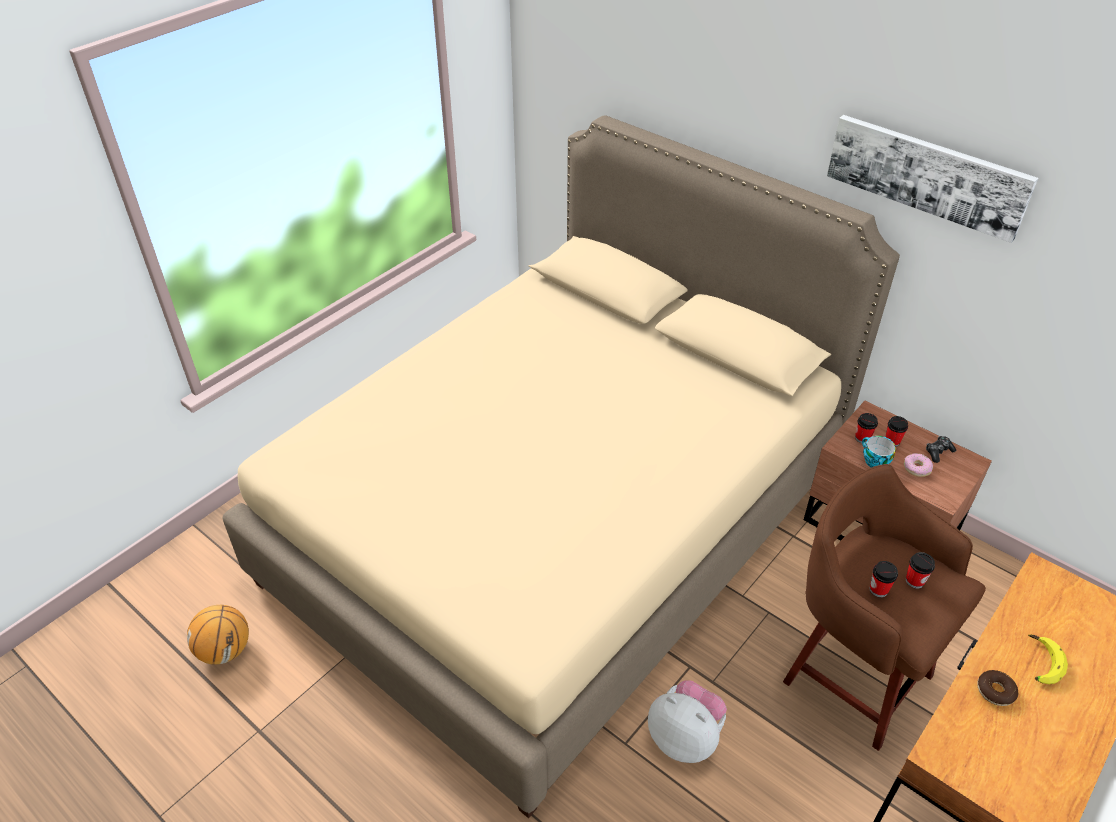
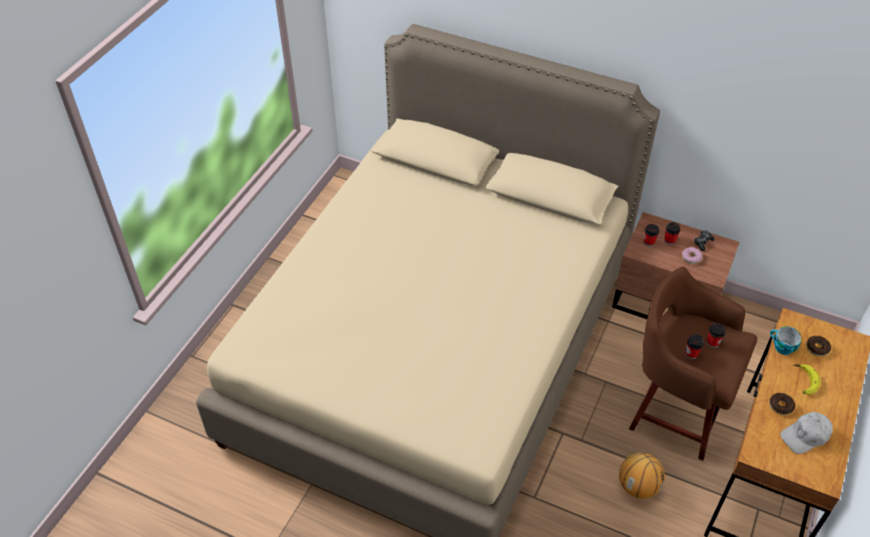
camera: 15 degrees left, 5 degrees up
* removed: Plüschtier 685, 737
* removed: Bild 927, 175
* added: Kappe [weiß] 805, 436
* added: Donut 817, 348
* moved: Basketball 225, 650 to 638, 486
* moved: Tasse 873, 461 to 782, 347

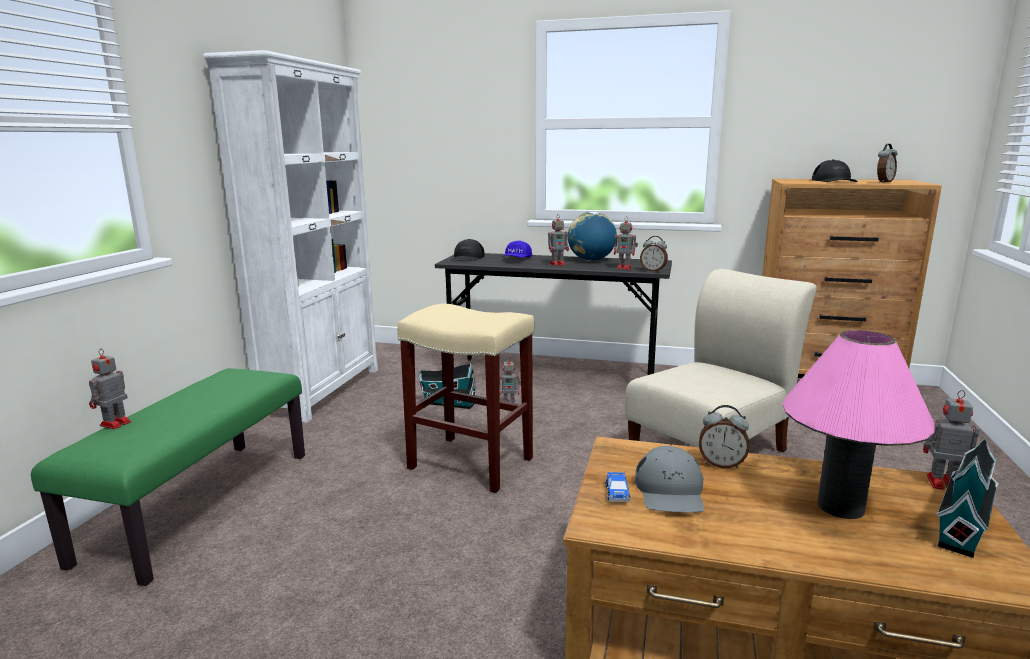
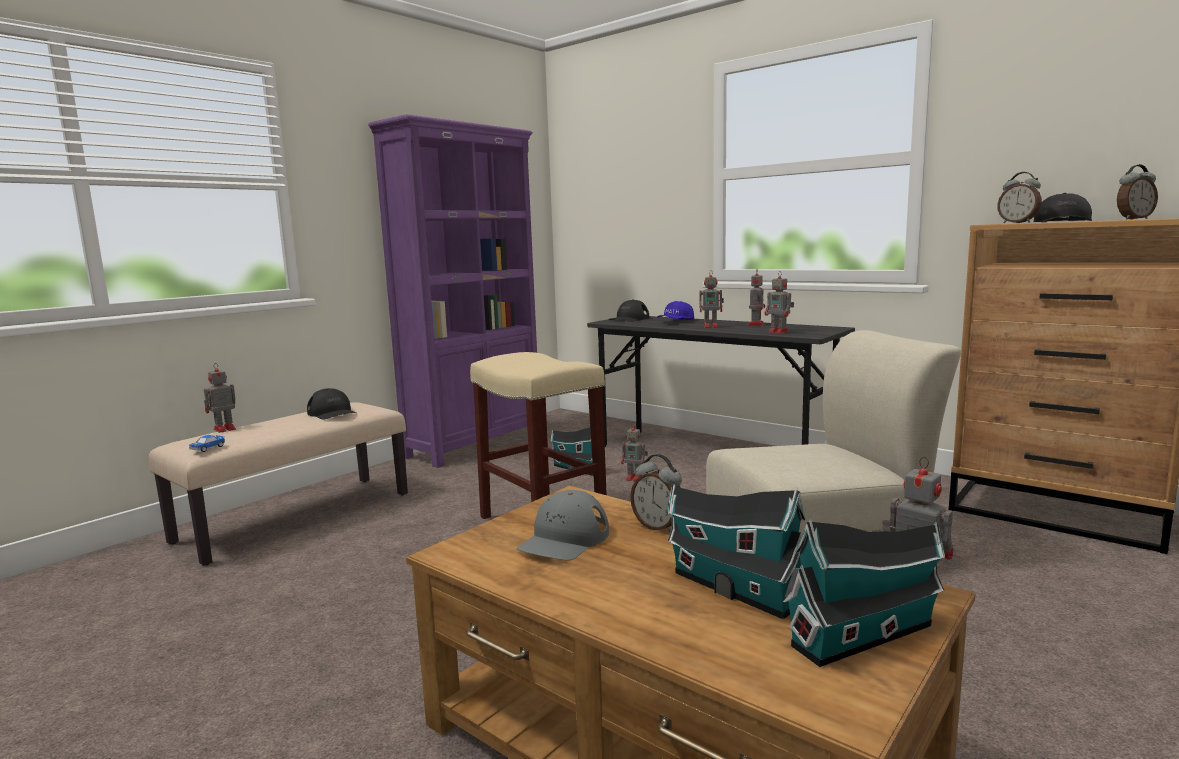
camera: 25 degrees right, 5 degrees down
* added: Kappe [schwarz] 332, 413
* moved: Spielzeugauto 617, 493 to 208, 448
* moved: Wecker 653, 270 to 1018, 223
* replaced: Globus 591, 260 to Spielzeugroboter 756, 324
* replaced: Tischlampe [rosa] 840, 507 to Spielzeughaus 731, 586
* recoloured: Bank [grün] 200, 504 to Bank [beige] 296, 516
* recoloured: Bücherregal [weiß] 322, 391 to Bücherregal [lila] 476, 444

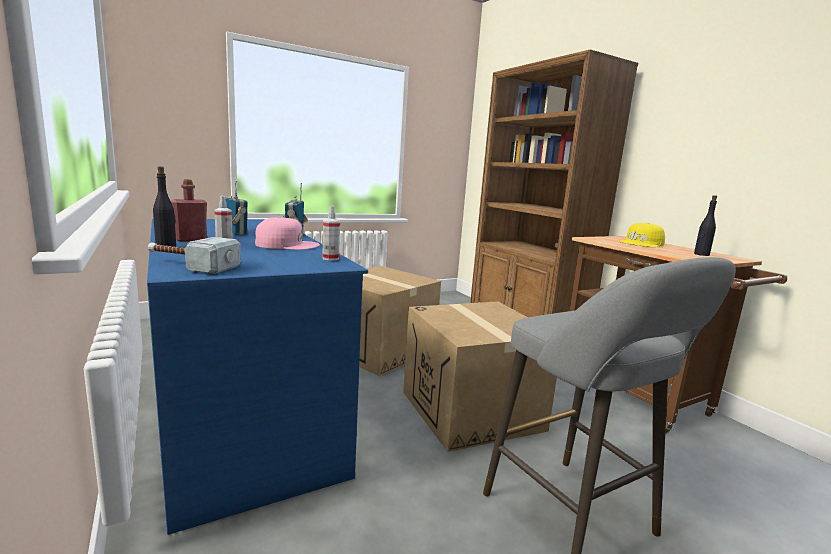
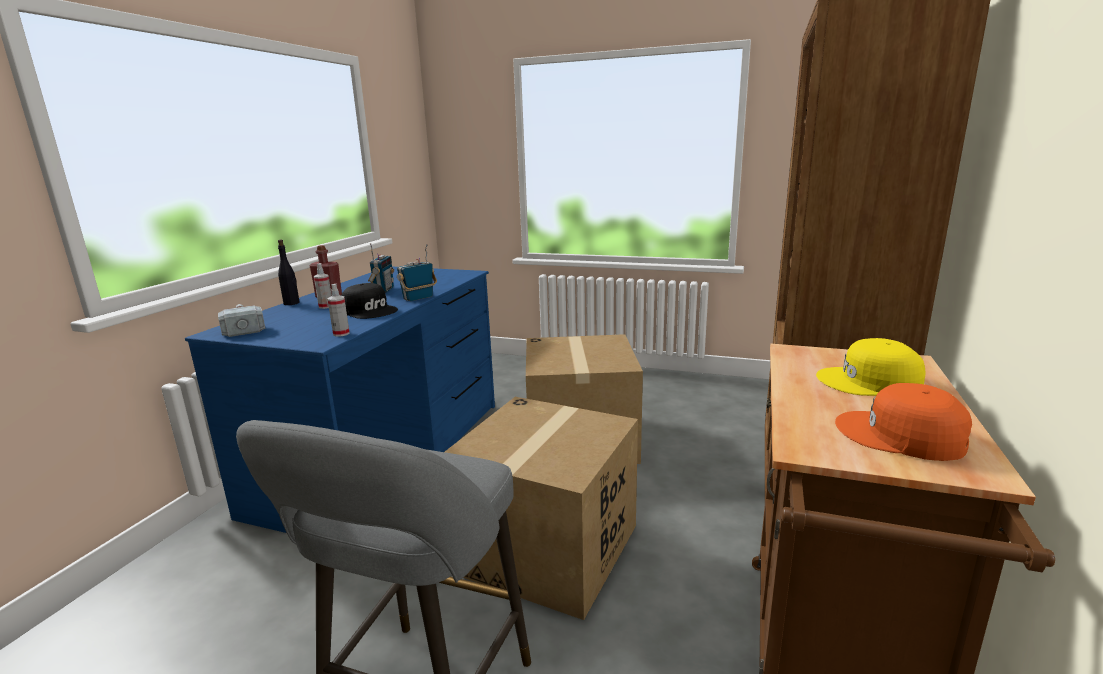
camera: 50 degrees right, 5 degrees up
* replaced: Flasche [schwarz] 701, 254 to Kappe [orange] 900, 436
* recoloured: Kappe [rosa] 286, 245 to Kappe [schwarz] 370, 310

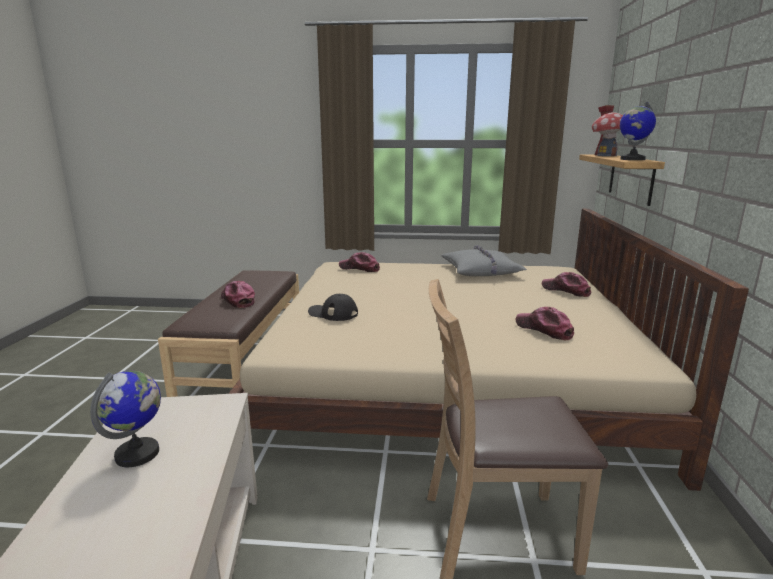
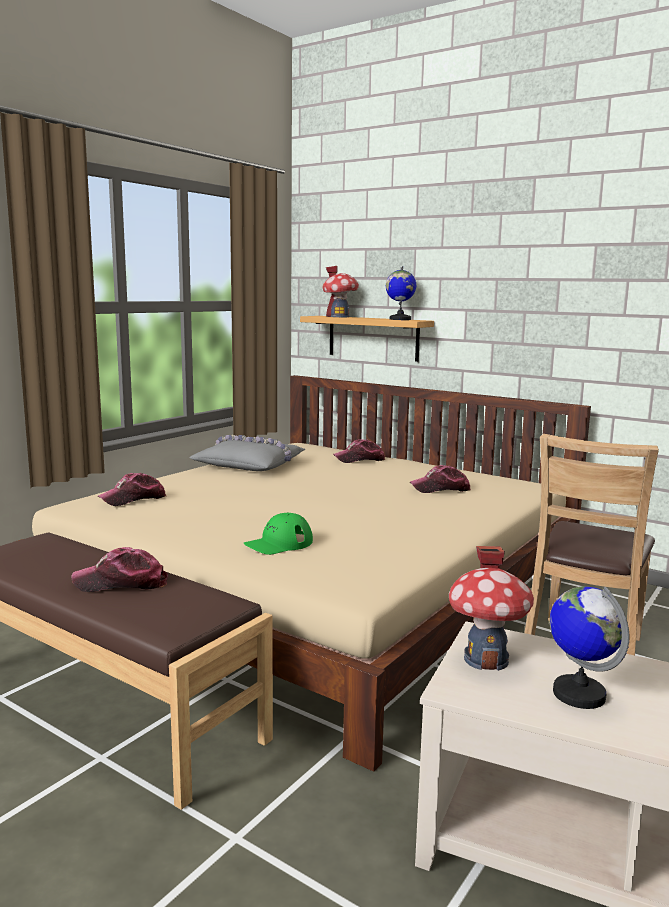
camera: 60 degrees left, 5 degrees down
* added: Spielzeughaus 486, 659
* recoloured: Kappe [schwarz] 333, 313 to Kappe [grün] 278, 543

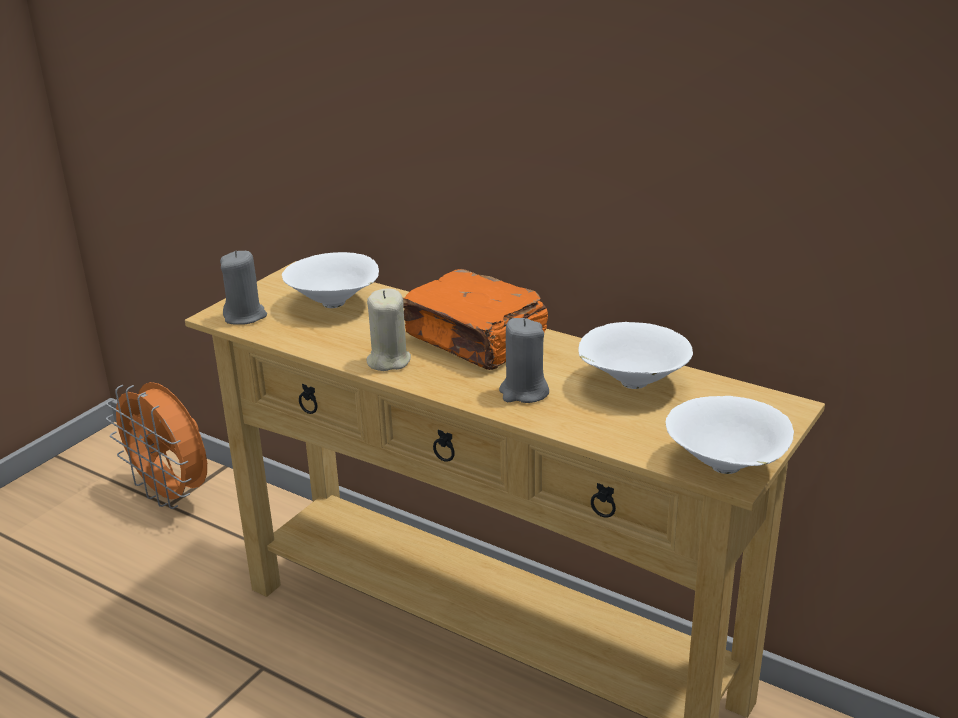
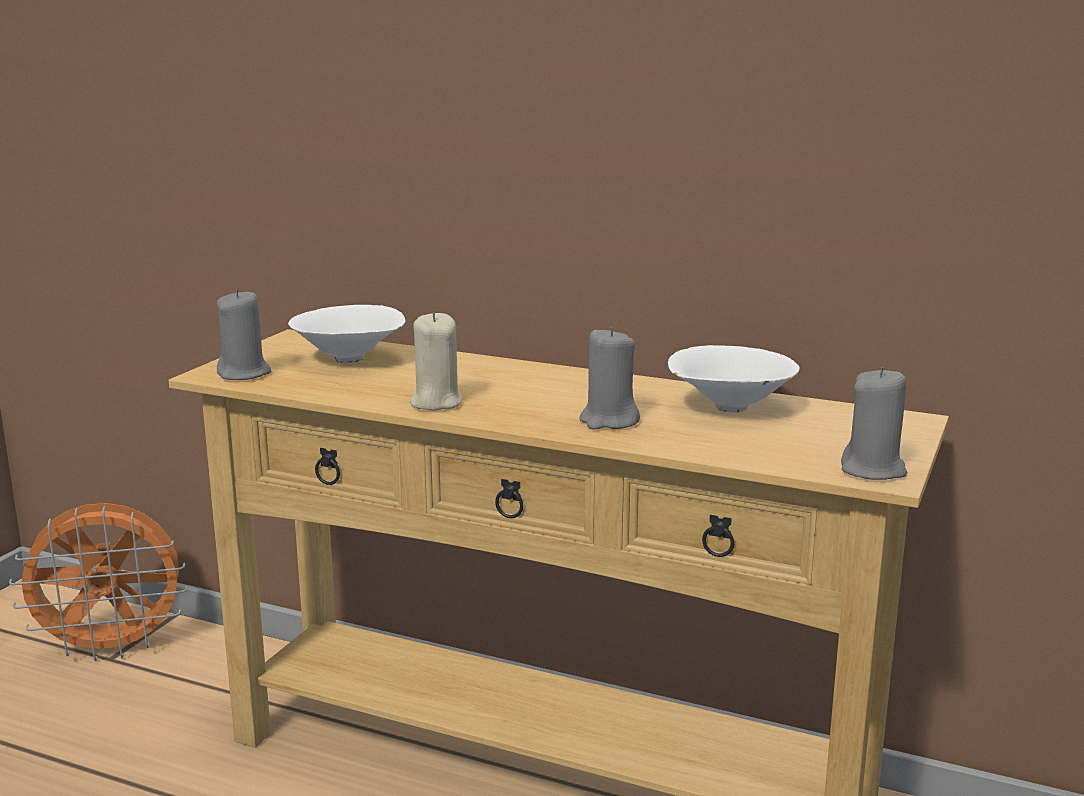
camera: 10 degrees left, 10 degrees down
* removed: Buch [orange] 475, 340
* replaced: Schüssel [weiß] 726, 468 to Kerze [grau] 873, 470
* turned: Ventilator [orange] 172, 495 = 112, 648 45 degrees counterclockwise

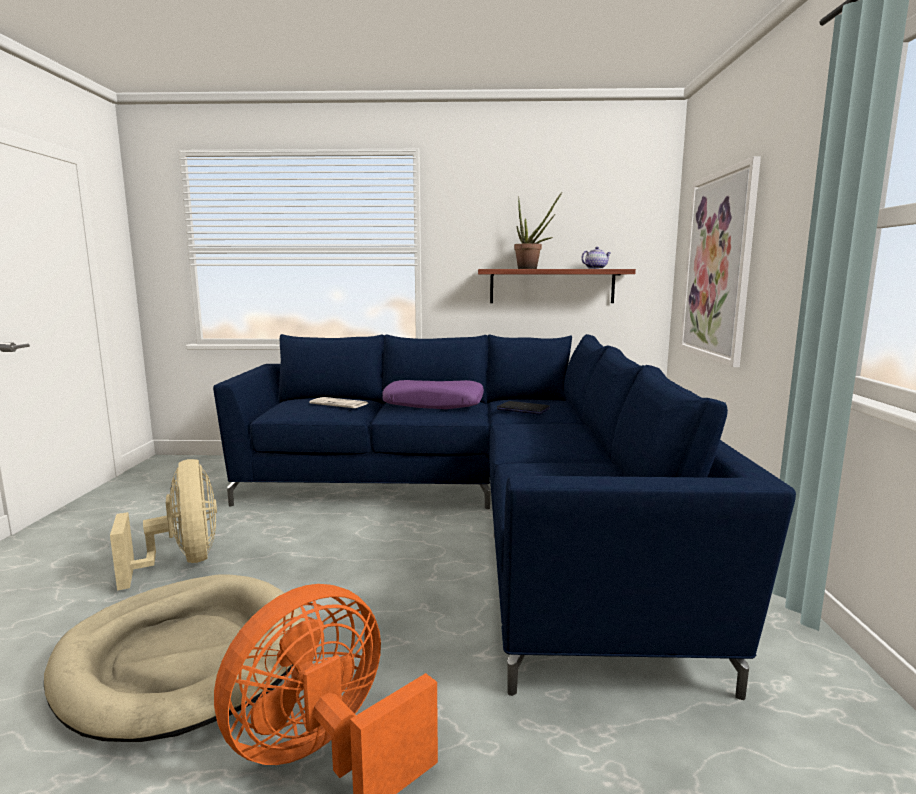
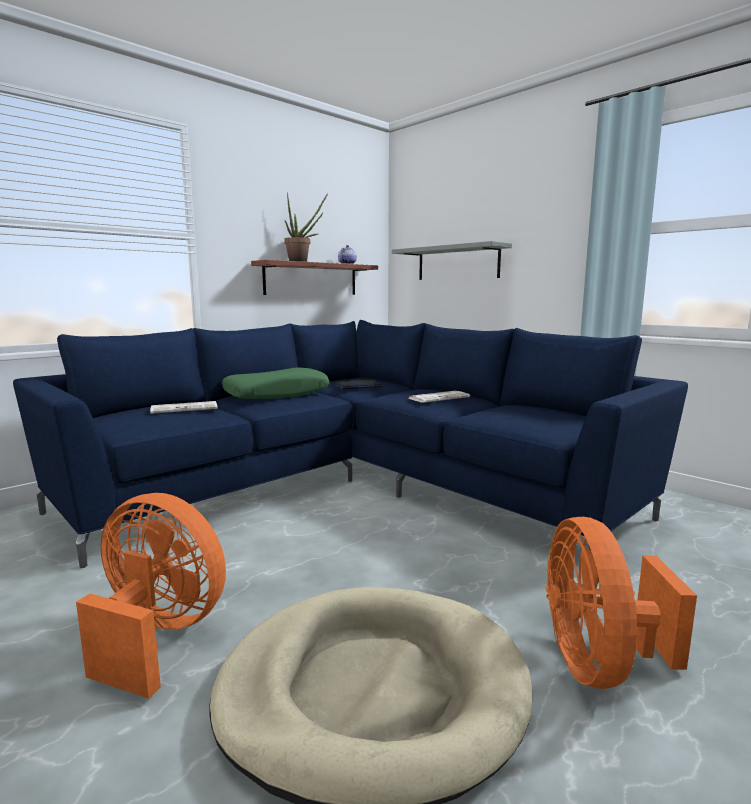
camera: 45 degrees left, 0 degrees up
* added: Zeitung 439, 398
* replaced: Bild 718, 266 to Wandregal [grau] 457, 263
* recoloured: Ventilator [beige] 183, 562 to Ventilator [orange] 158, 635
* recoloured: Kissen [lila] 434, 404 to Kissen [grün] 277, 394

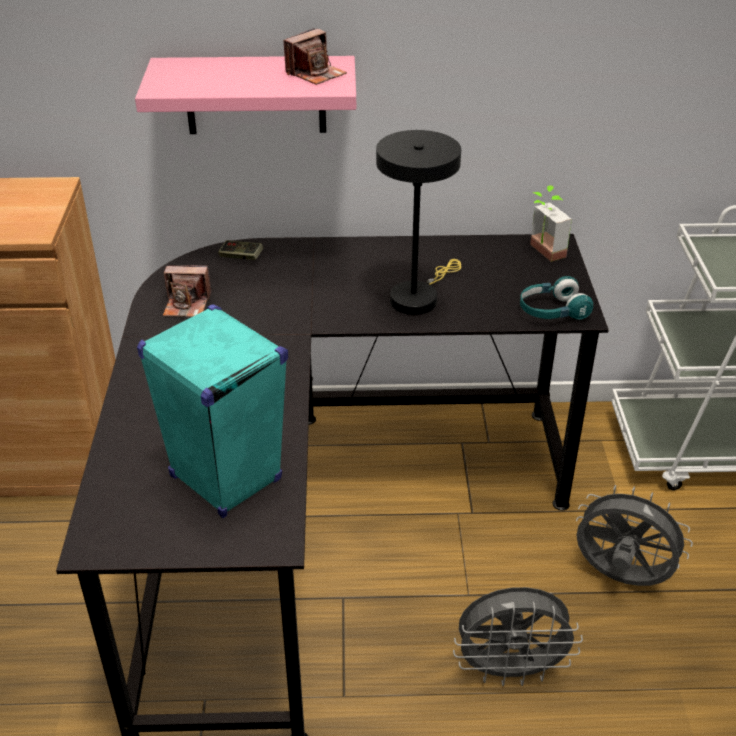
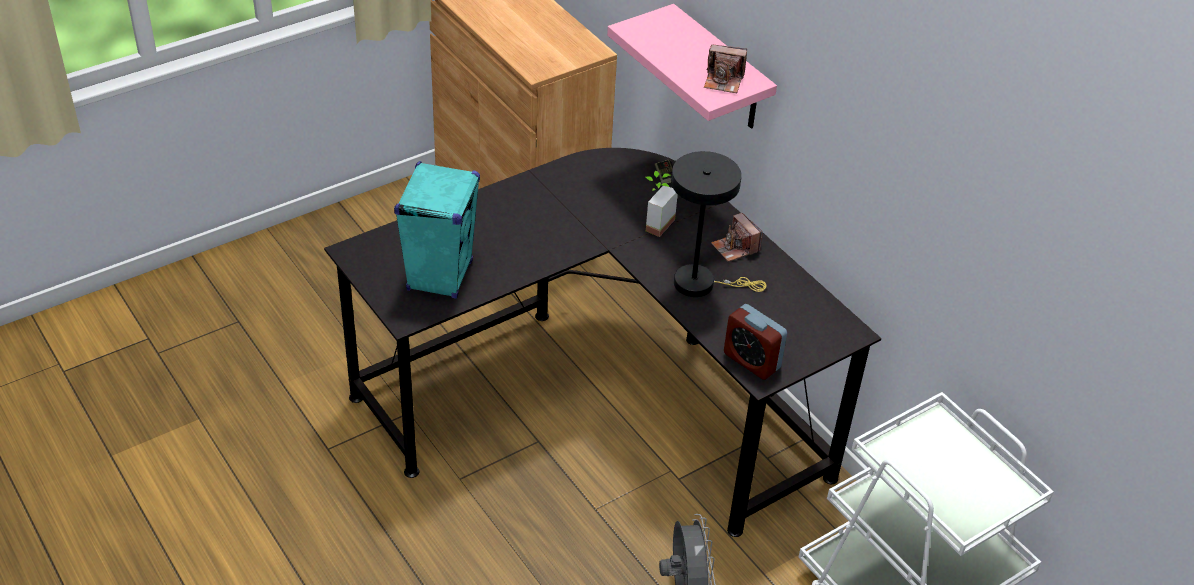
camera: 55 degrees right, 5 degrees up
* removed: Ventilator [grau] 510, 670
* moved: Kamera 187, 305 to 735, 248
* moved: Topfpflanze 541, 252 to 654, 222
* replaced: Kopfhörer [türkis] 552, 311 to Wecker 751, 361

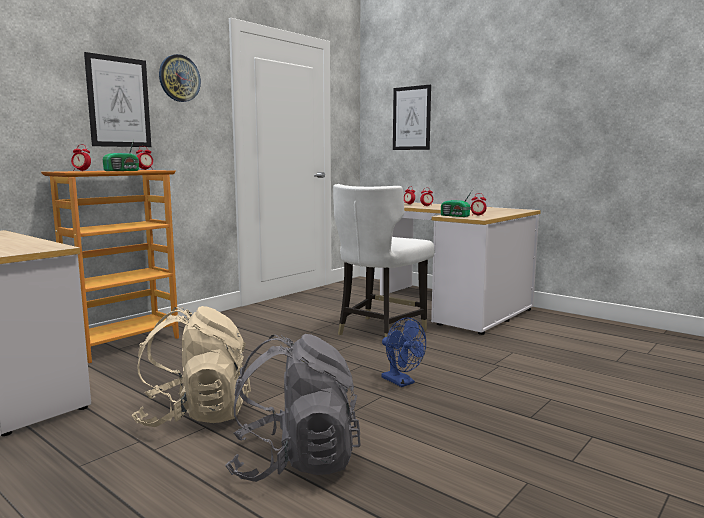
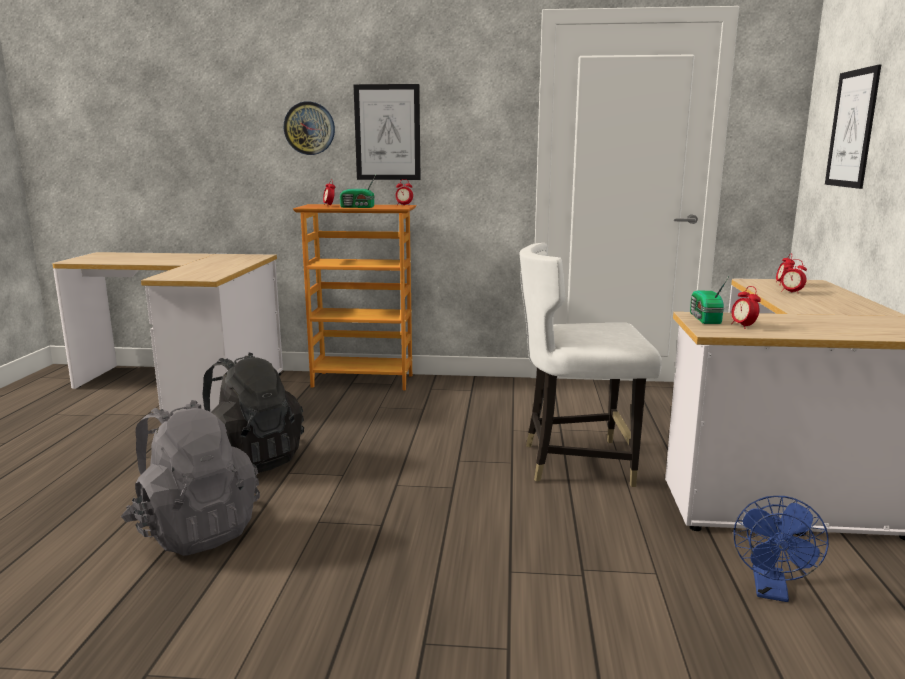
camera: 55 degrees right, 5 degrees up
* moved: Wanduhr 179, 78 to 309, 128
* moved: Ventilator [blau] 401, 382 to 771, 591
* recoloured: Rucksack [beige] 195, 415 to Rucksack [schwarz] 251, 459

